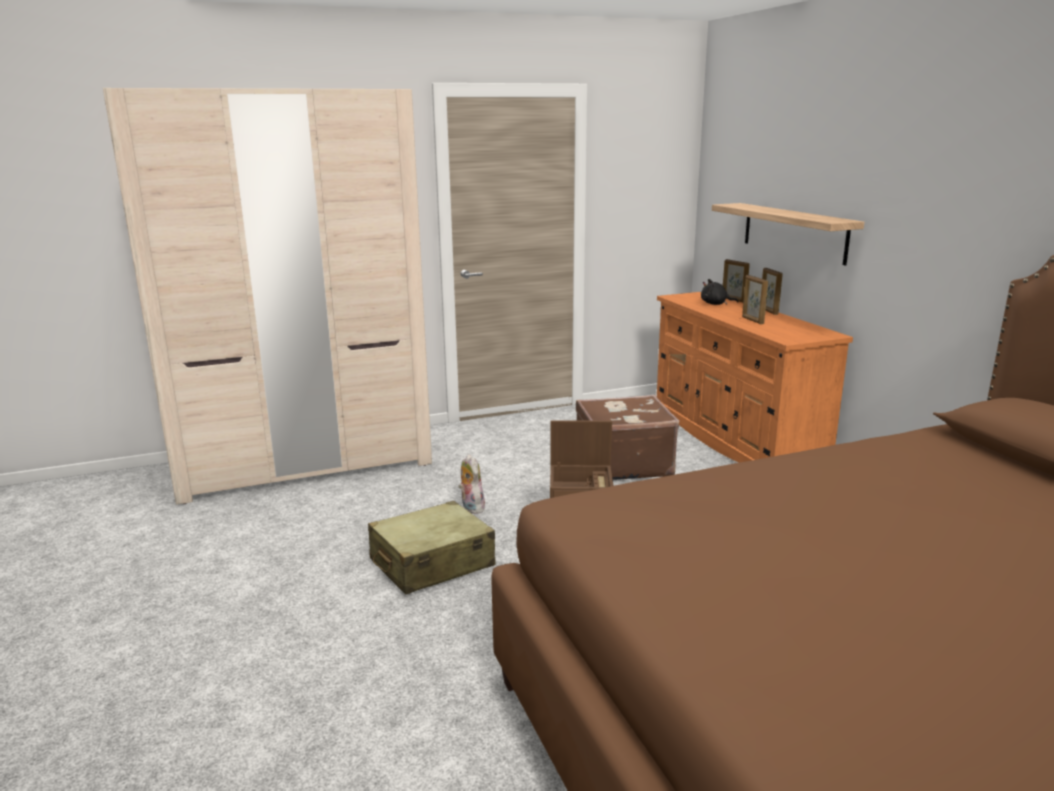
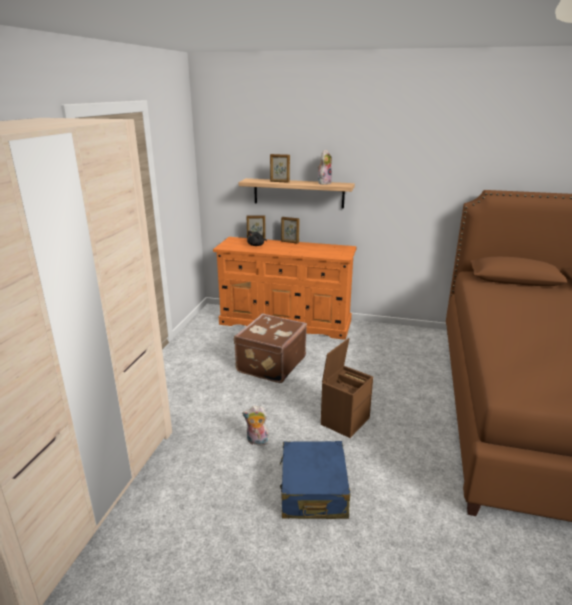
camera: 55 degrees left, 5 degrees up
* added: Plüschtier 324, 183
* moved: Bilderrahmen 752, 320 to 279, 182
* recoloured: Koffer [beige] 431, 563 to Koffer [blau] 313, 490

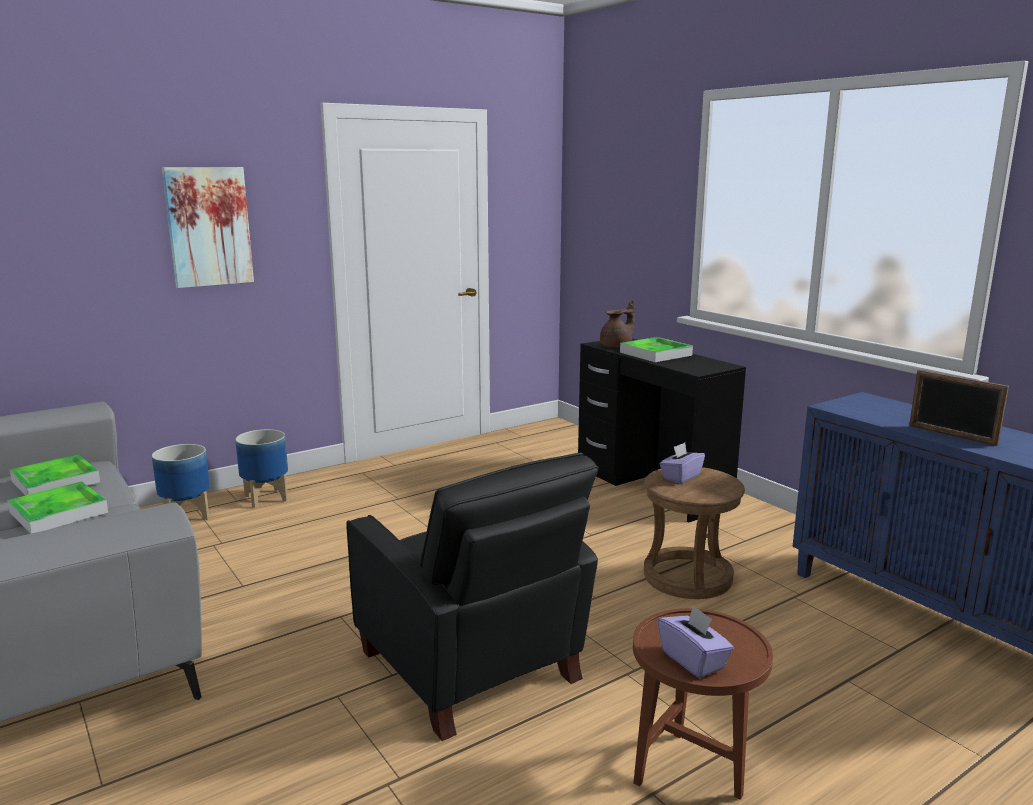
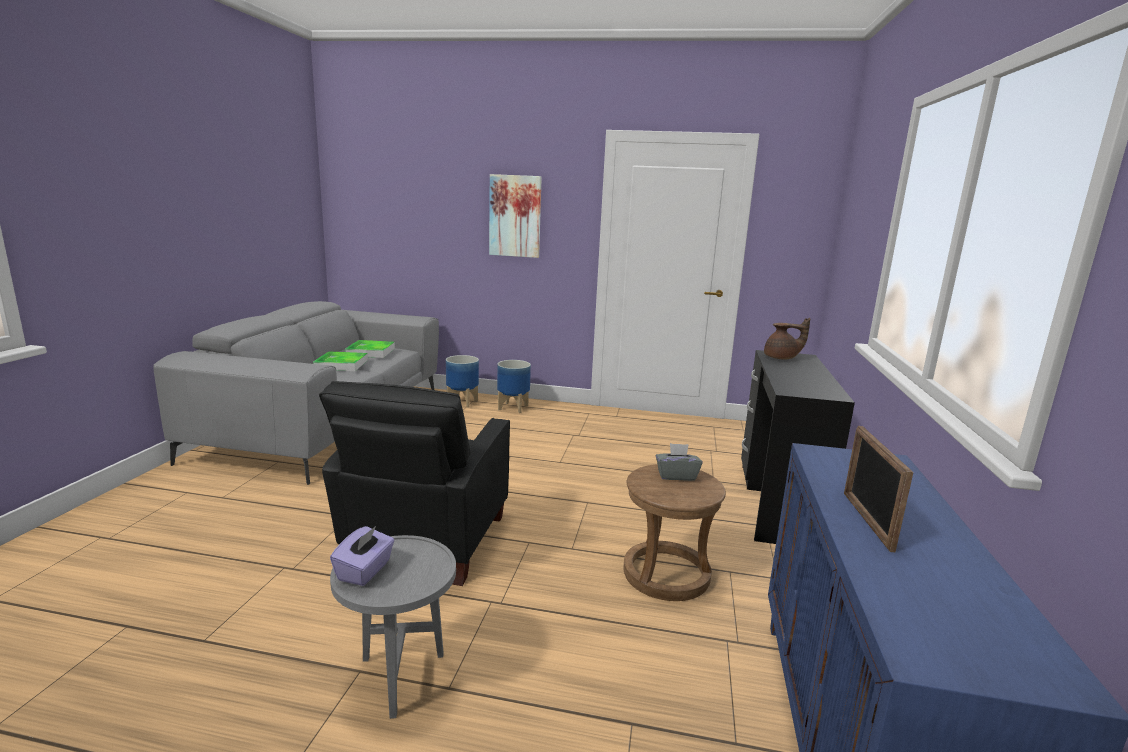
camera: 45 degrees right, 0 degrees up
* removed: Tablett 655, 354
* recoloured: Beistelltisch [braun] 692, 774 to Beistelltisch [grau] 399, 681
* recoloured: Taschentuchbox [lila] 680, 477 to Taschentuchbox [grau] 676, 475

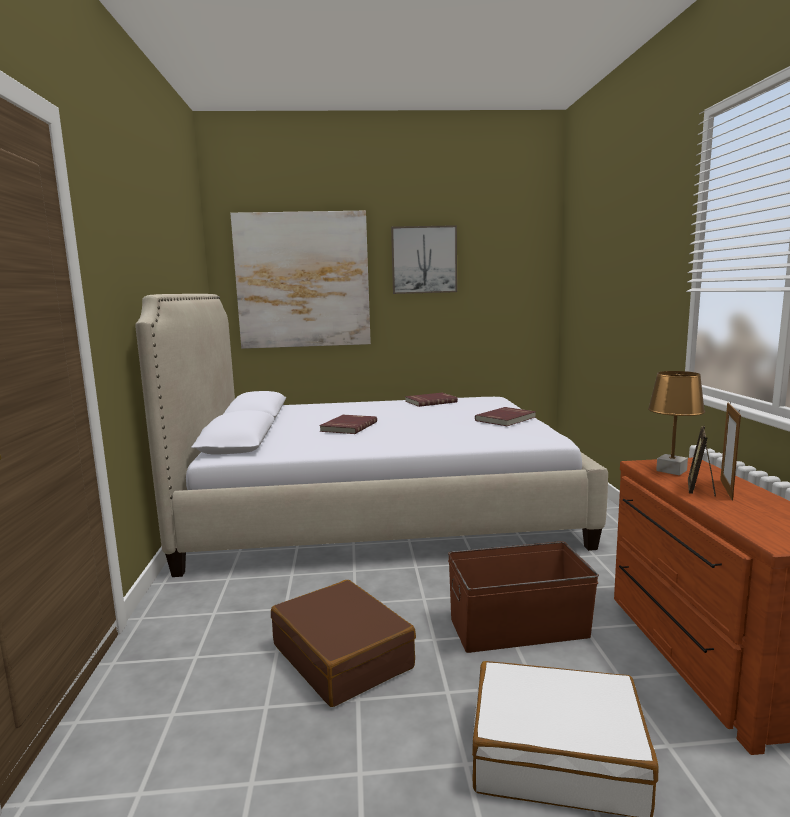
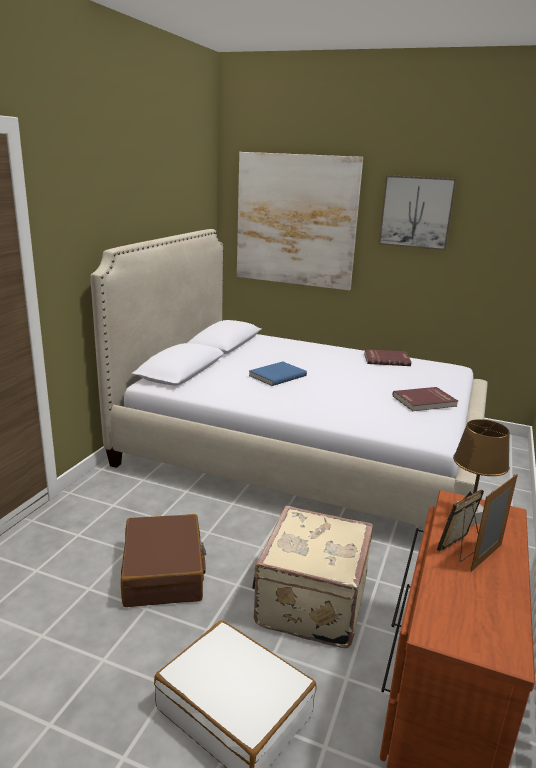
camera: 25 degrees right, 10 degrees up
* replaced: Aufbewahrungsbox [braun] 519, 628 to Koffer [beige] 309, 602
* recoloured: Buch [rot] 348, 426 to Buch [blau] 277, 375

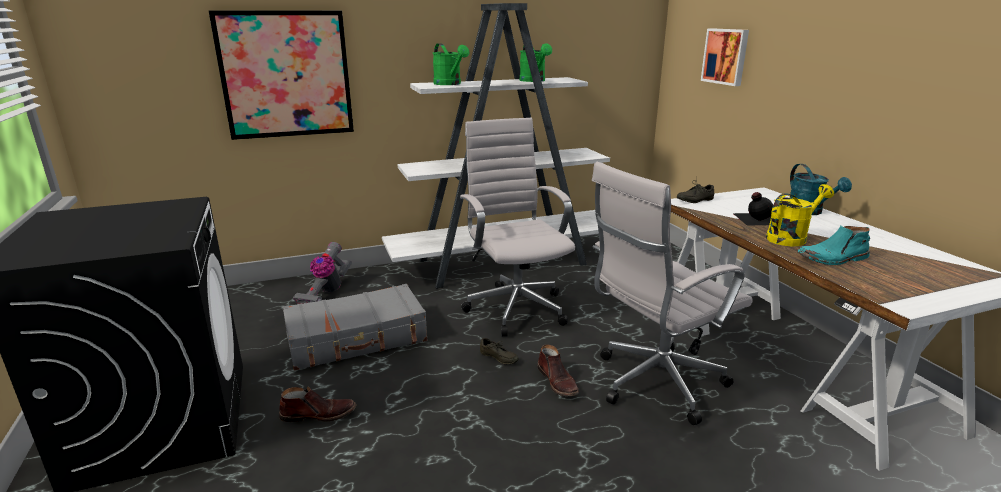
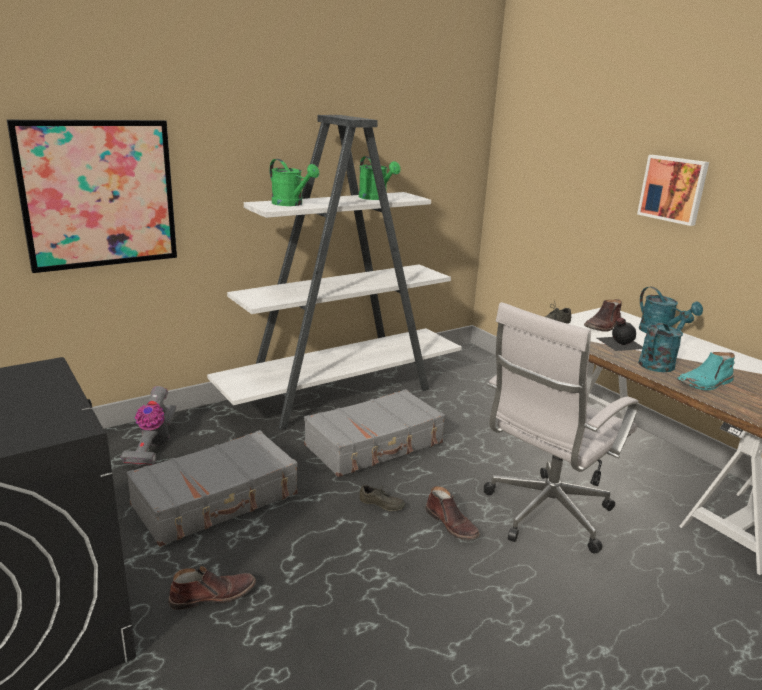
camera: 15 degrees left, 0 degrees up
* added: Stiefel [braun] 603, 326
* moved: Bild 726, 56 to 673, 189
* replaced: Bürostuhl [weiß] 515, 307 to Koffer [grau] 375, 445
* recoloured: Gießkanne [gelb] 790, 238 to Gießkanne [türkis] 659, 363

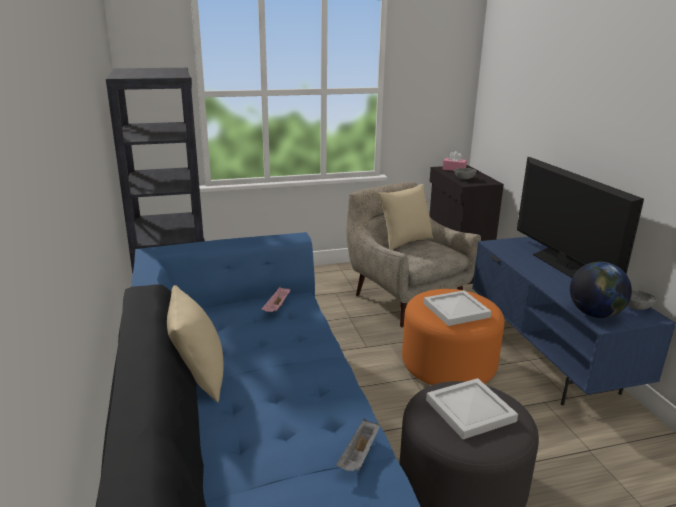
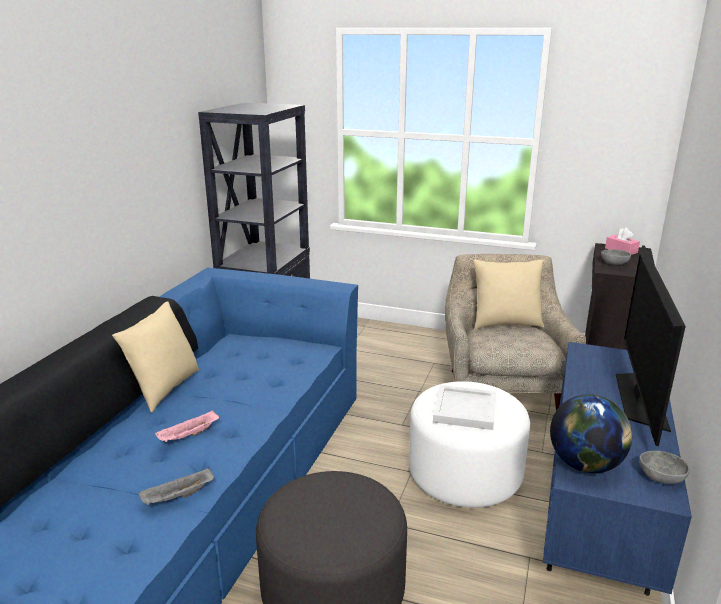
camera: 35 degrees right, 0 degrees up
* removed: Tablett [weiß] 470, 411
* moved: Tablett [rosa] 277, 307 to 189, 436
* recoloured: Polsterhocker [orange] 448, 365 to Polsterhocker [weiß] 464, 474

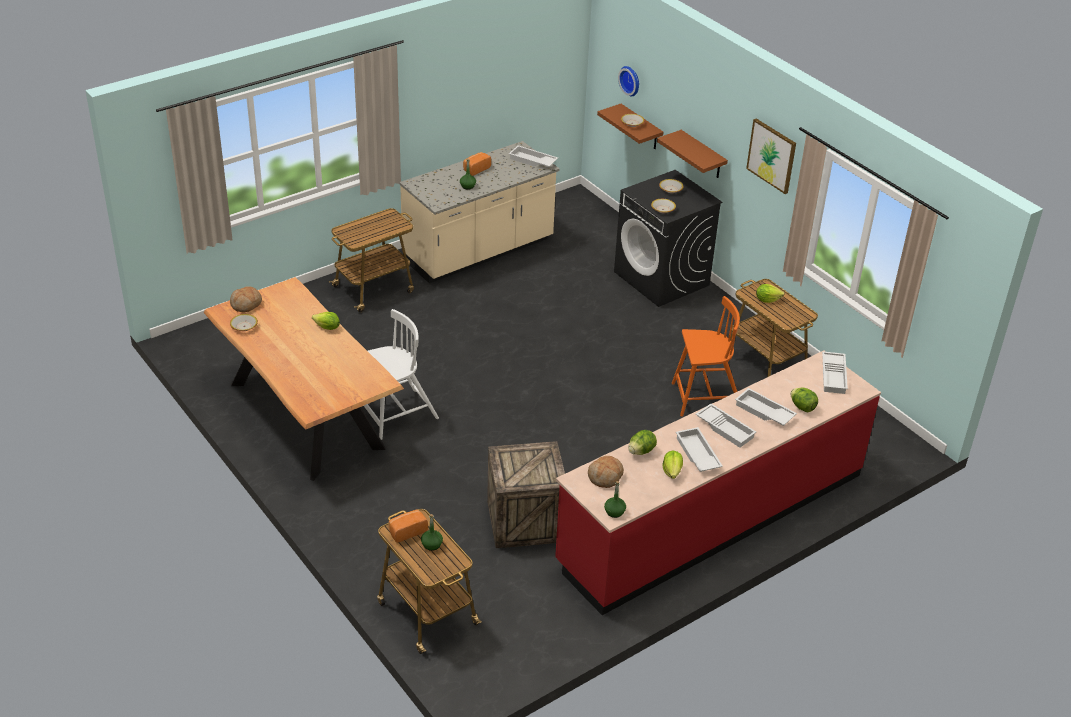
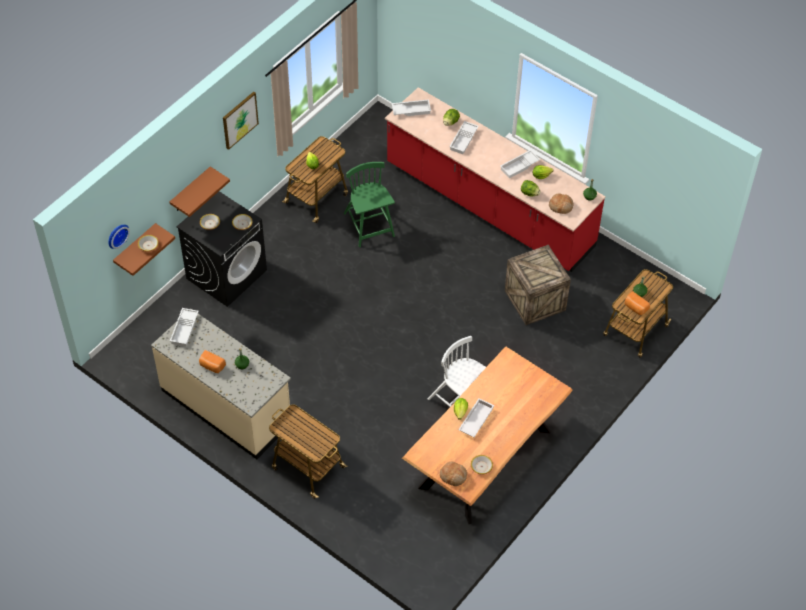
camera: 105 degrees left, 15 degrees up
* moved: Tablett [weiß] 726, 428 to 475, 420
* recoloured: Stuhl [orange] 705, 398 to Stuhl [grün] 369, 226

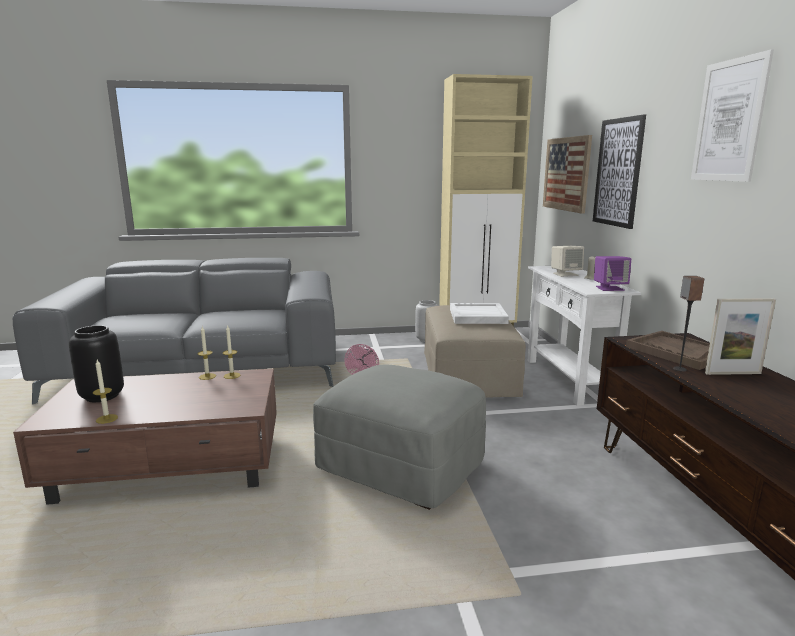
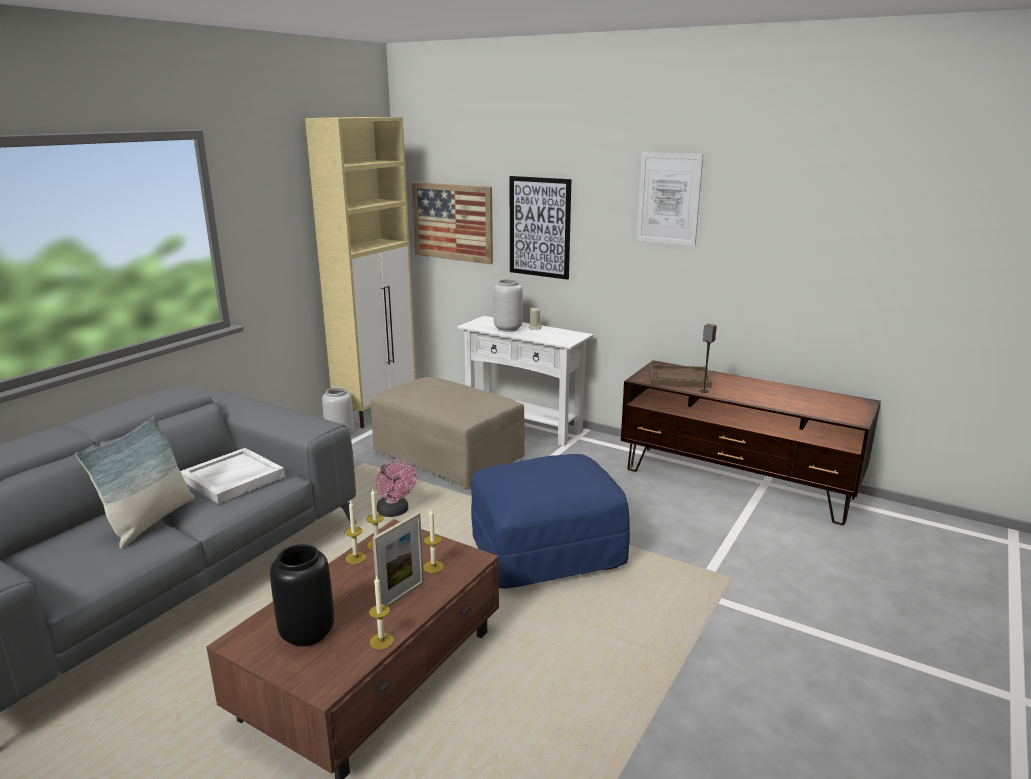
camera: 50 degrees left, 5 degrees up
* removed: Lautsprecher [lila] 609, 288
* added: Kissen 150, 521
* added: Kerze 433, 567
* moved: Tablett [weiß] 477, 316 to 232, 479
* moved: Bilderrahmen 733, 373 to 401, 596
* replaced: Lautsprecher [beige] 565, 274 to Vase [grau] 508, 328
* recoloured: Polsterhocker [grau] 402, 466 to Polsterhocker [blau] 547, 552

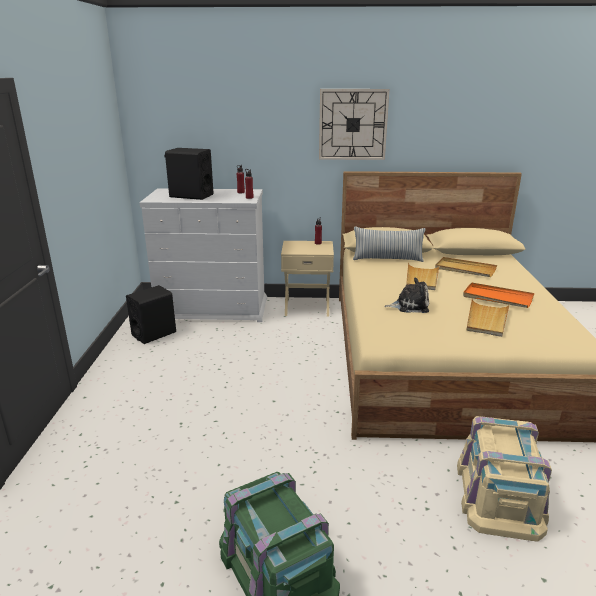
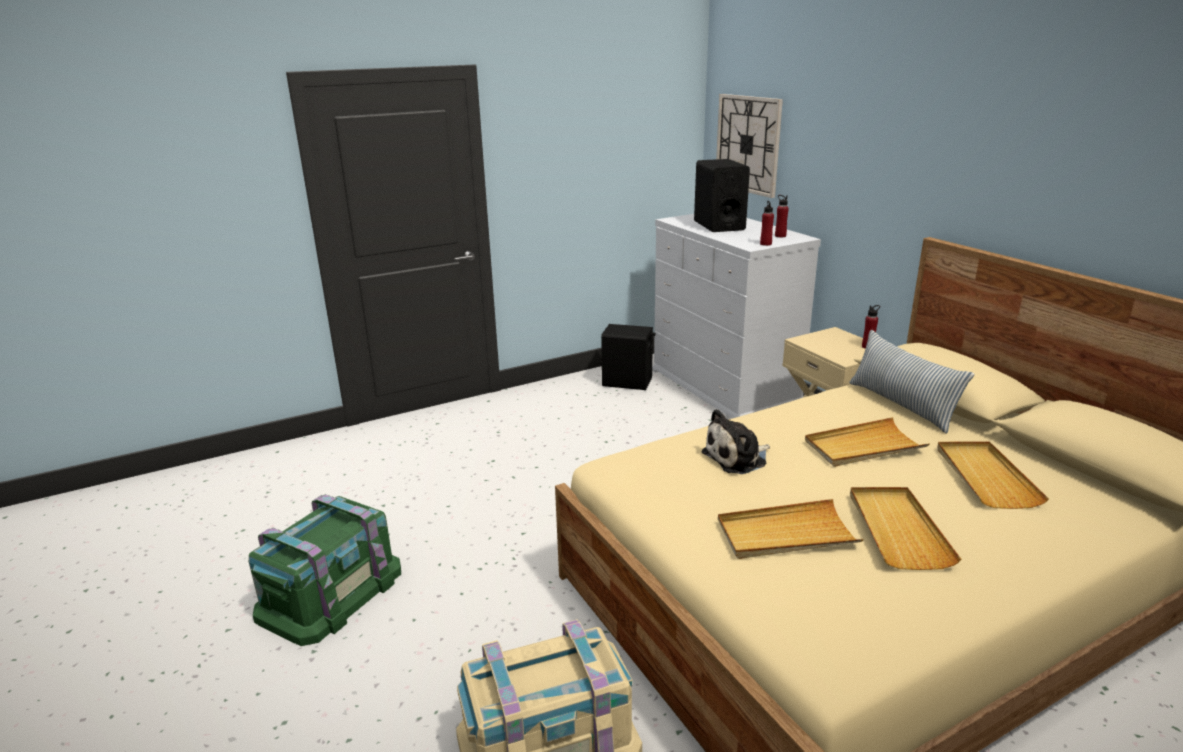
camera: 60 degrees right, 0 degrees up
* moved: Wanduhr 353, 124 to 748, 144
* recoloured: Tablett [orange] 497, 298 to Tablett [beige] 897, 529
* turned: Plüschtier 410, 306 = 737, 458 90 degrees clockwise

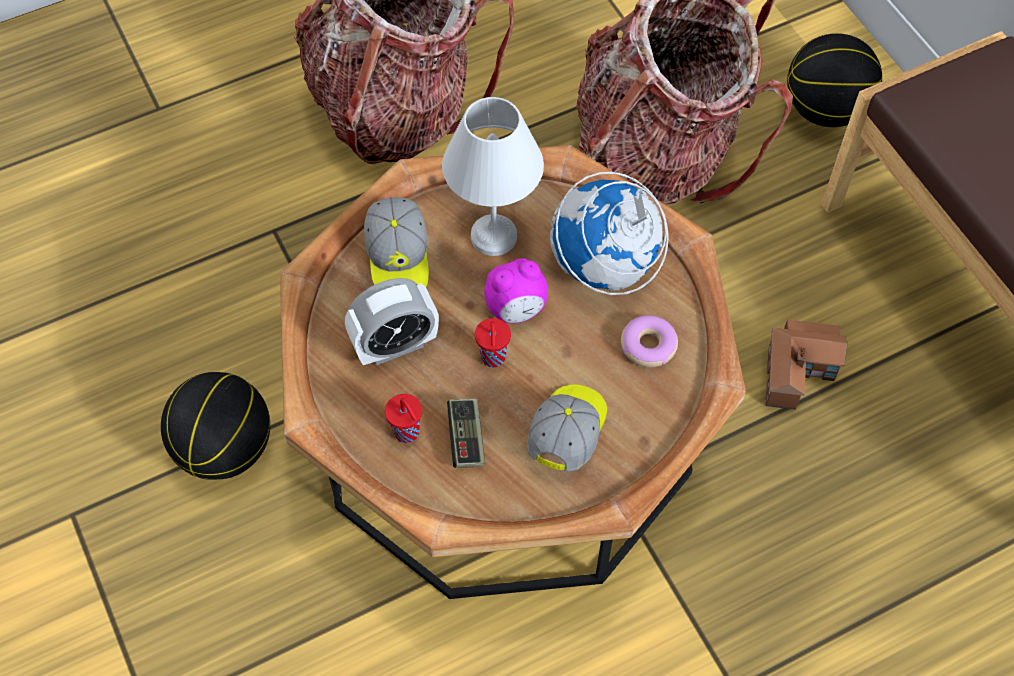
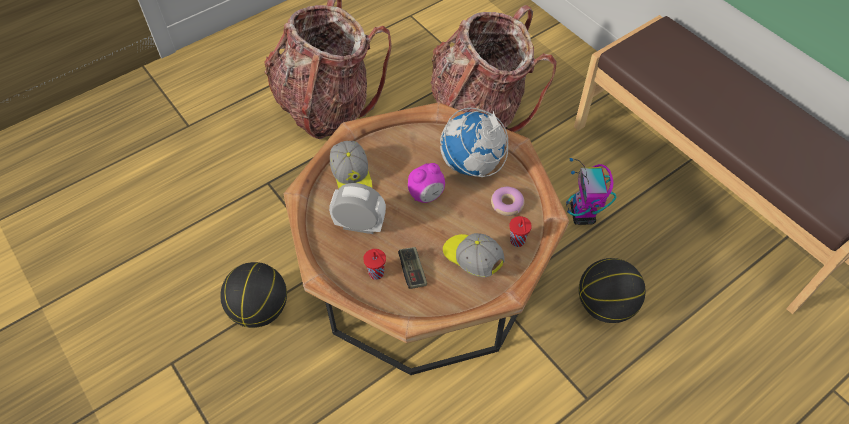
camera: 10 degrees left, 5 degrees down
* removed: Tischlampe [weiß] 492, 237
* moved: Tasse [rot] 493, 358 to 517, 241
* moved: Basketball 825, 110 to 605, 305
* replaced: Spielzeughaus 799, 369 to Spielzeugroboter 582, 215
* turned: Wecker 395, 346 = 359, 225 135 degrees counterclockwise
* turned: Kappe 568, 432 = 471, 259 60 degrees counterclockwise

